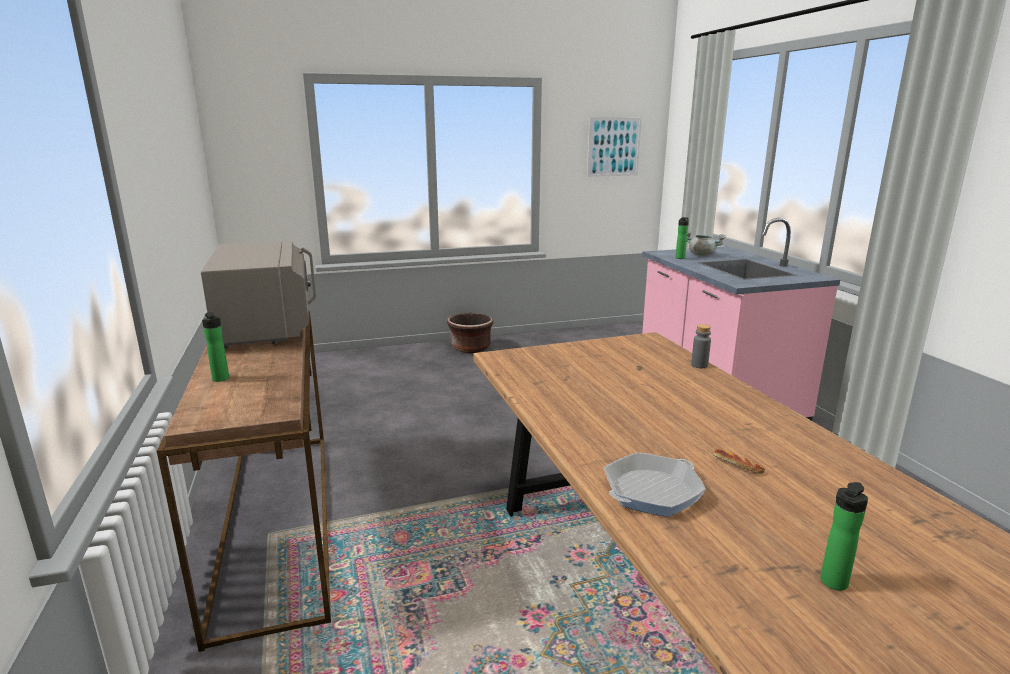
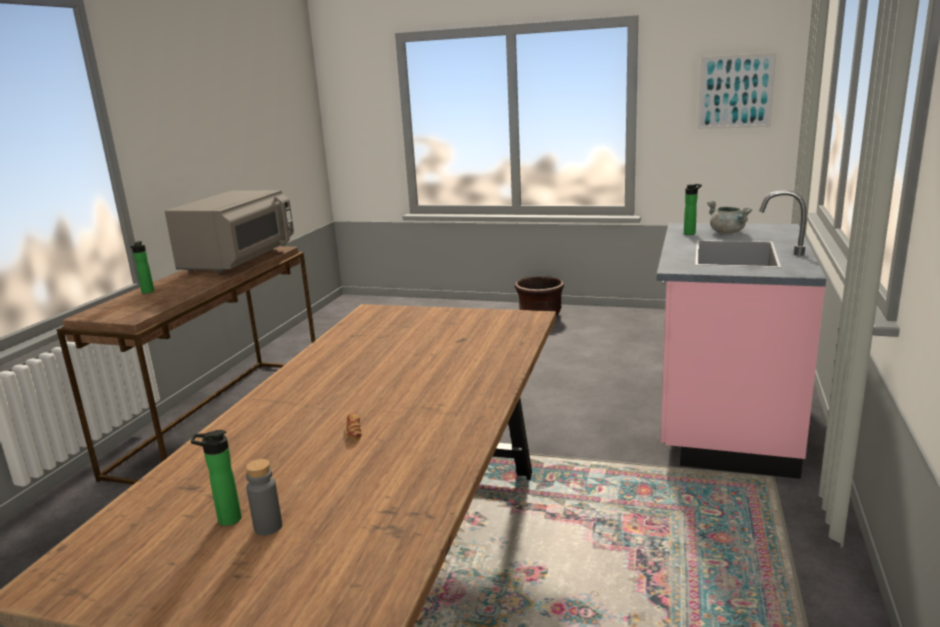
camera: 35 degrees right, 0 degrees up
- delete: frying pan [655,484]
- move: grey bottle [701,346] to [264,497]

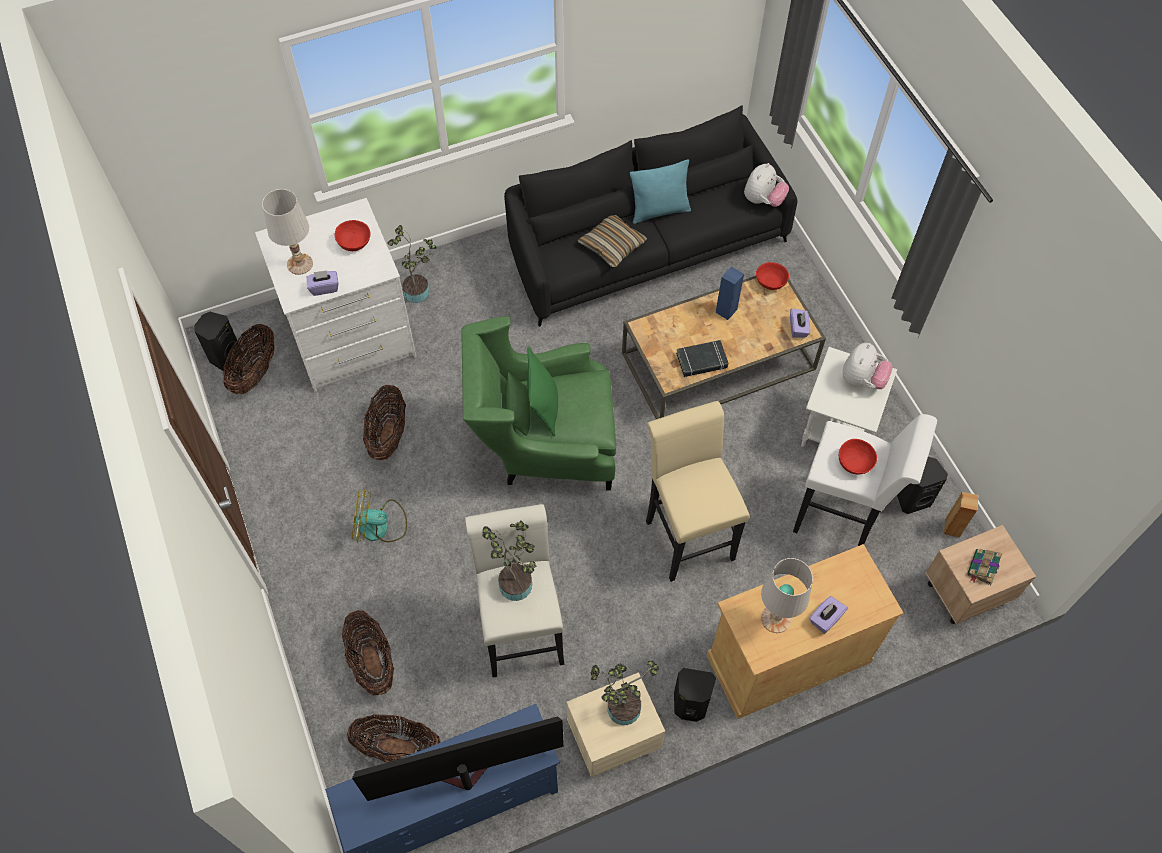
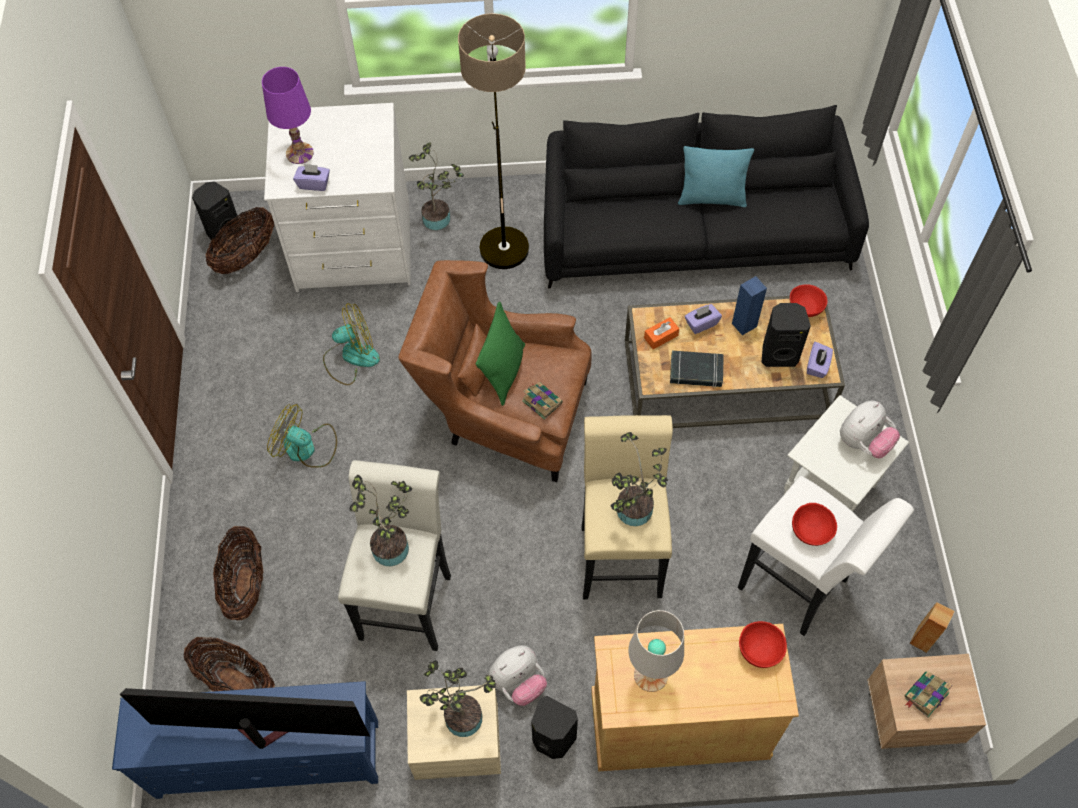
camera: 20 degrees right, 0 degrees up
- delete: pillow [612,241]
- insert: floor lamp [493,141]
- insert: book [542,401]
- insert: potted plant [639,479]
- insert: orange tissue box [661,333]
- move: red bowl [352,235] to [763,644]
- move: plush toy [766,185] to [518,675]
- move: purple tissue box [828,615] to [703,319]
- move: black speaker [922,485] to [786,335]
- replace: basket [384,422] to fan [351,344]
- recolor: white table lamp [287,232] to purple table lamp [288,115]
- recolor: green armchair [538,403] to brown armchair [495,371]

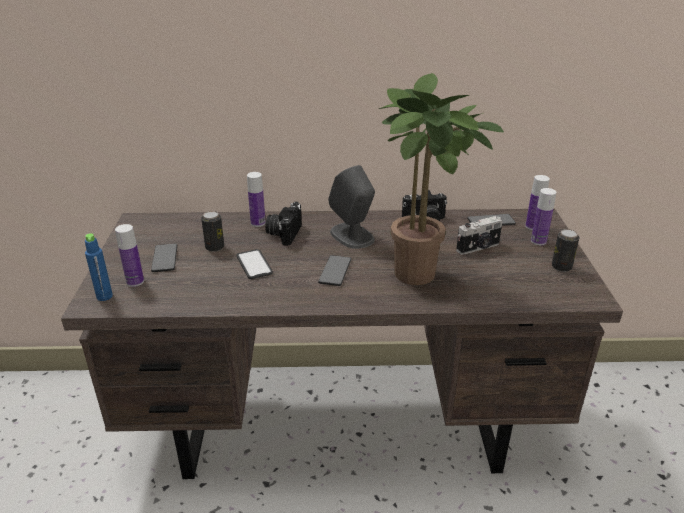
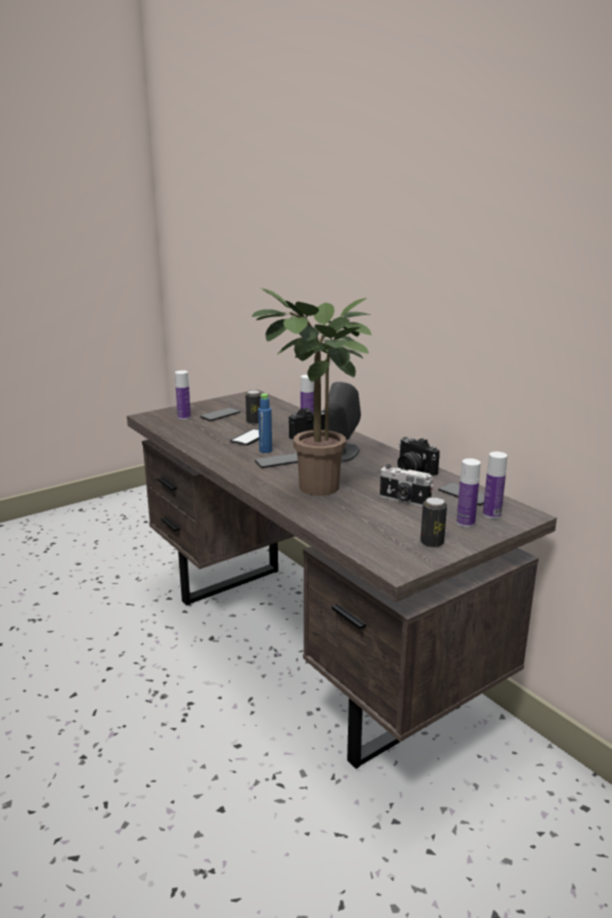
camera: 55 degrees right, 10 degrees down
- move: blue bottle [99,267] to [265,423]

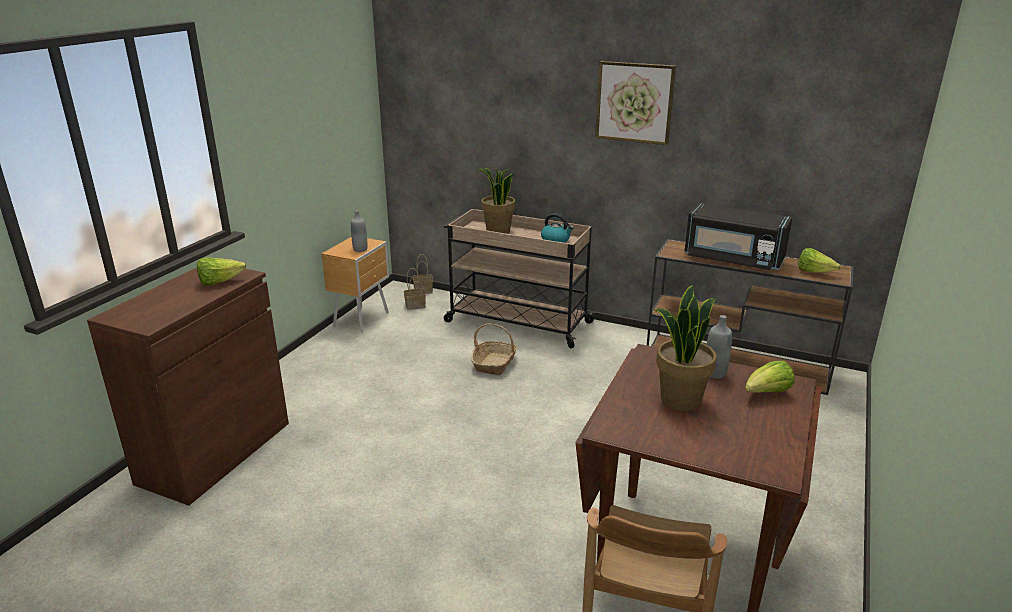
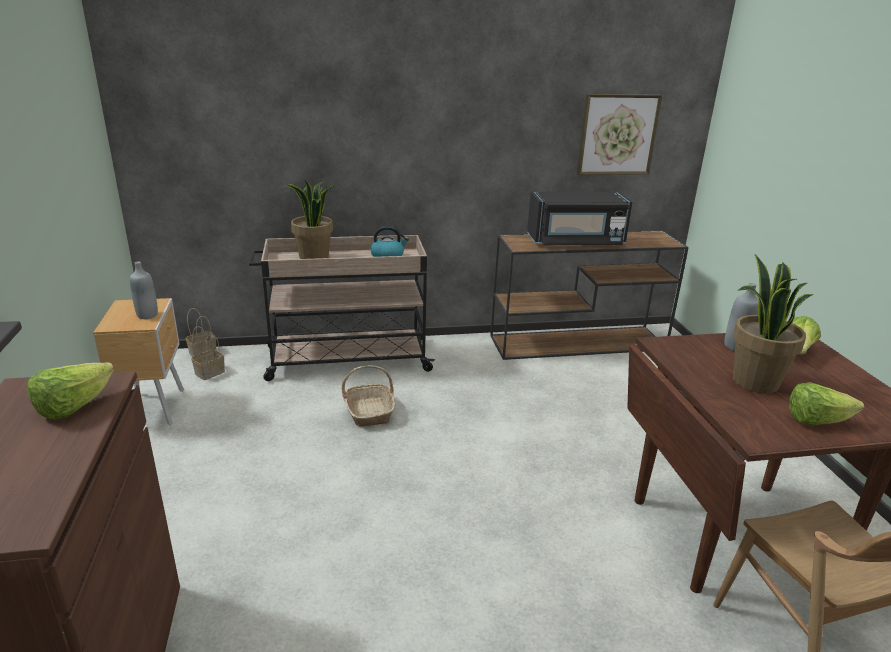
camera: 35 degrees left, 0 degrees up
- move: picture [635,103] to [619,134]
- move: lettuce [819,260] to [826,403]

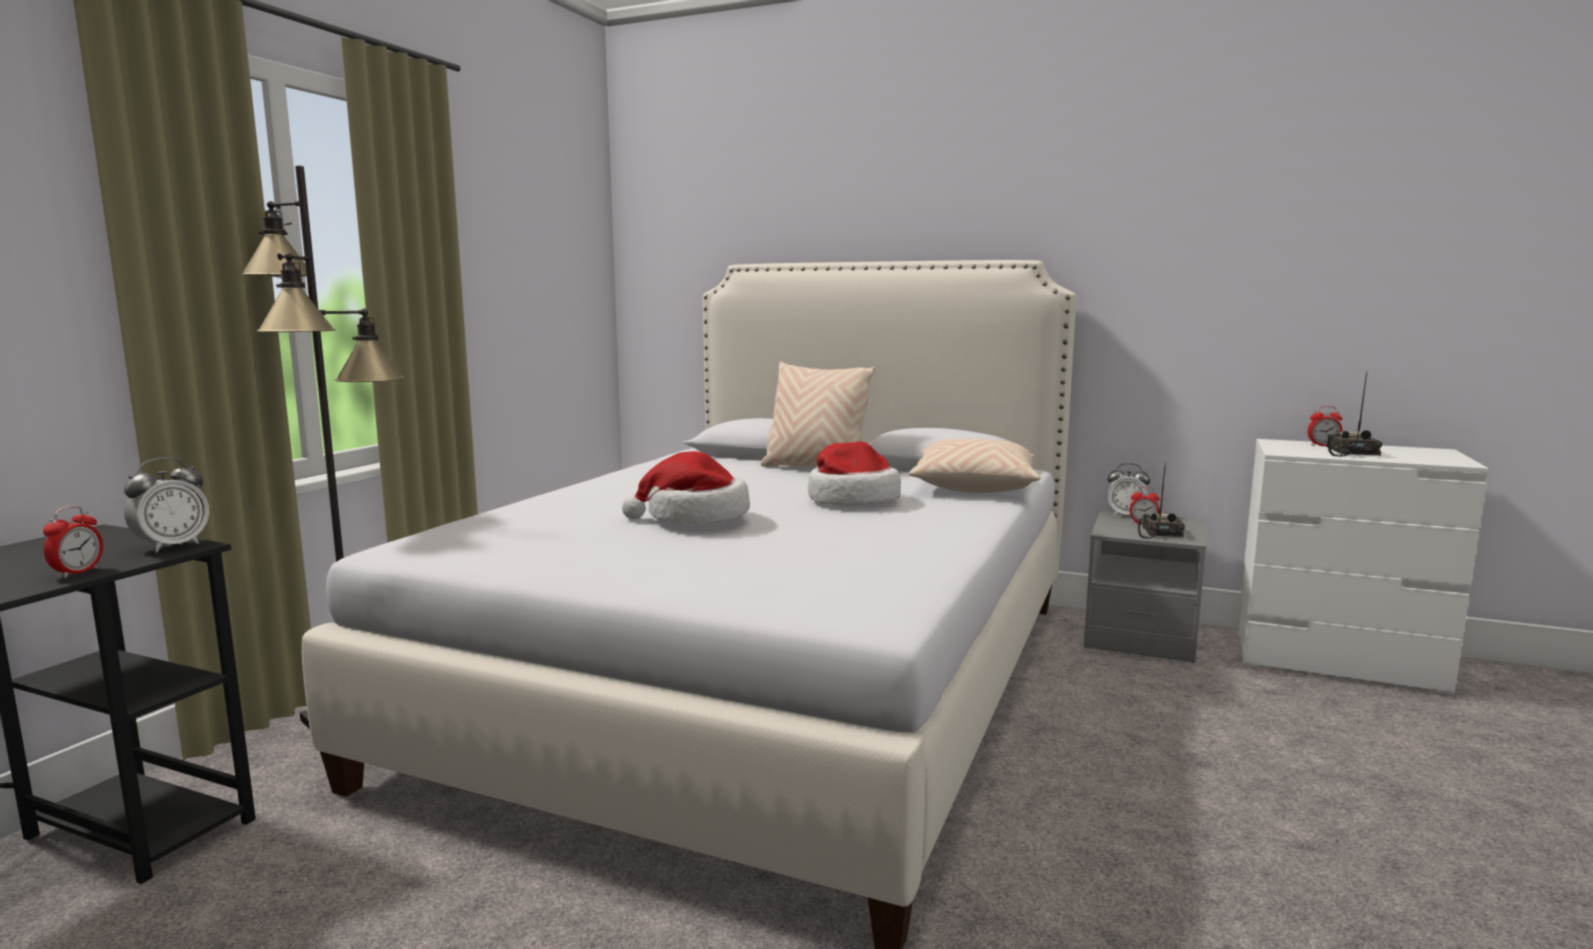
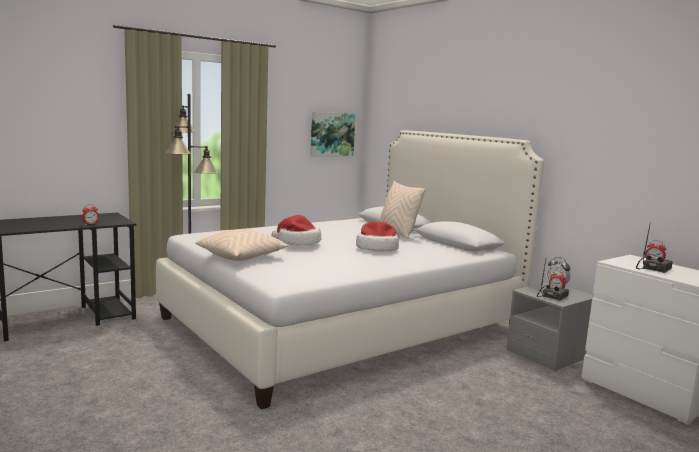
camera: 30 degrees right, 0 degrees up
- delete: alarm clock [166,504]
- insert: picture [332,134]
- move: beige pillow [975,466] to [242,245]

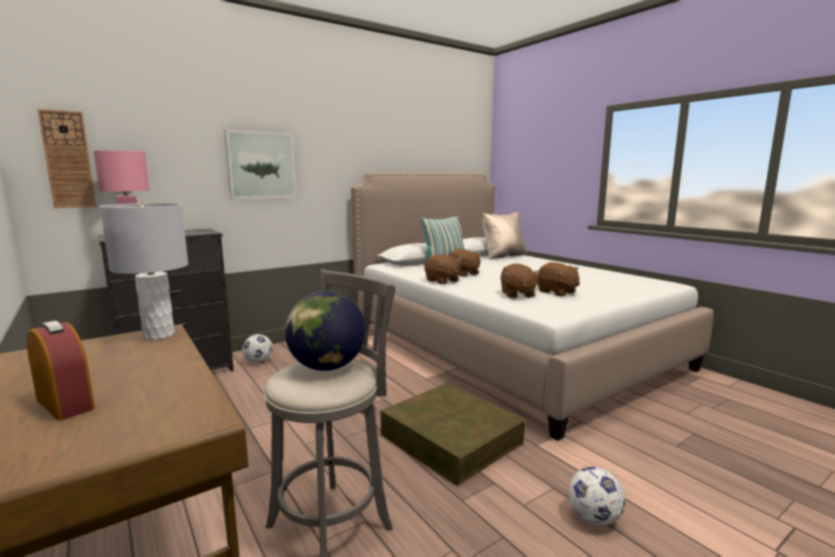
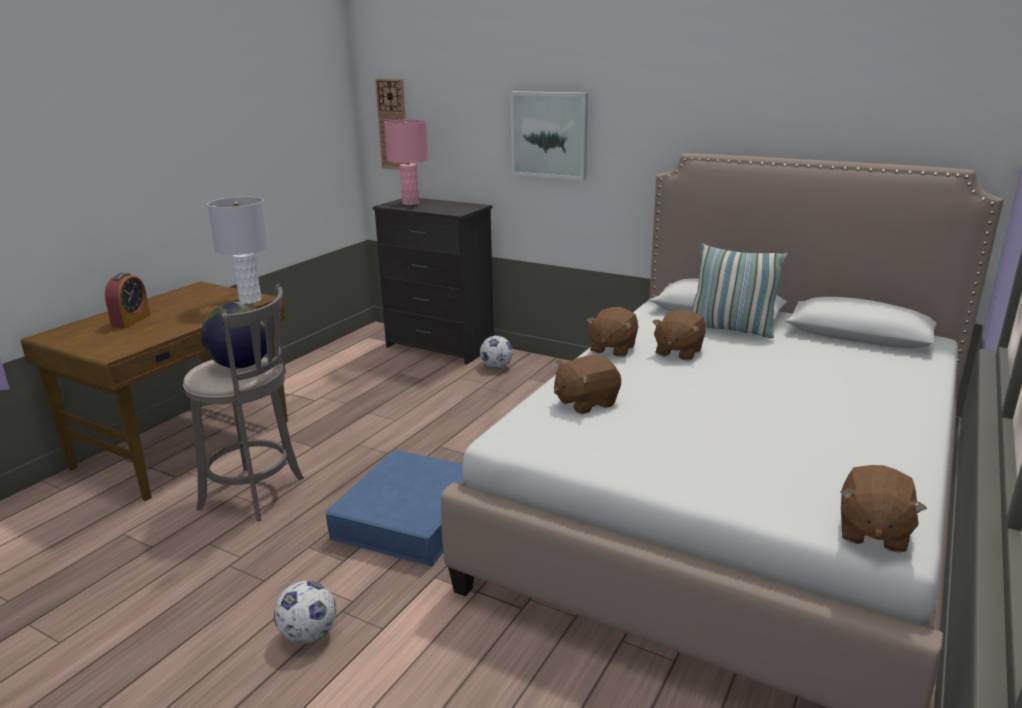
camera: 65 degrees right, 10 degrees up
- delete: beige pillow [505,236]
- move: brown plush toy [558,279] to [883,509]
- recolor: brown storage box [453,434] to blue storage box [395,508]

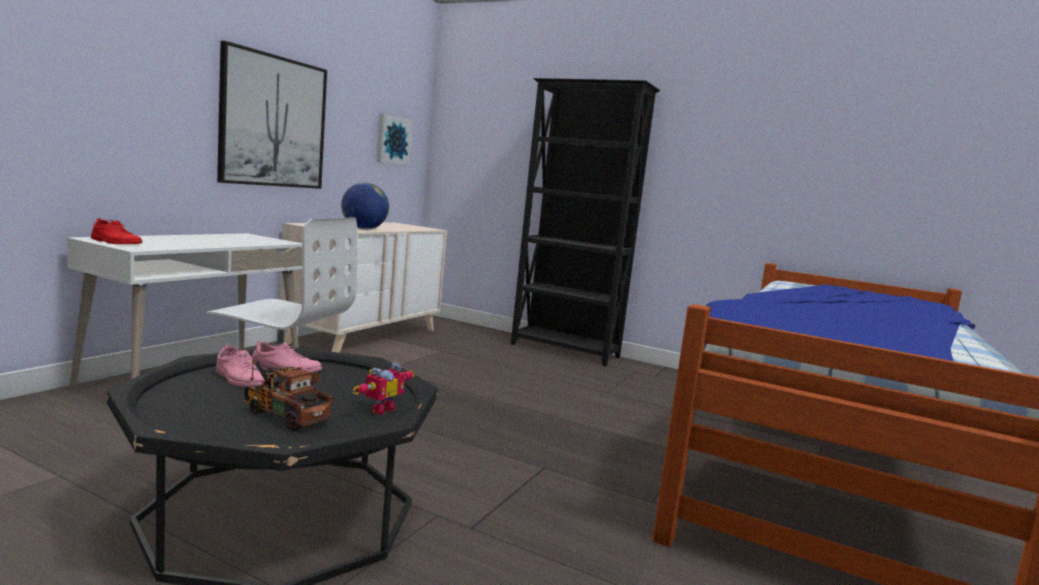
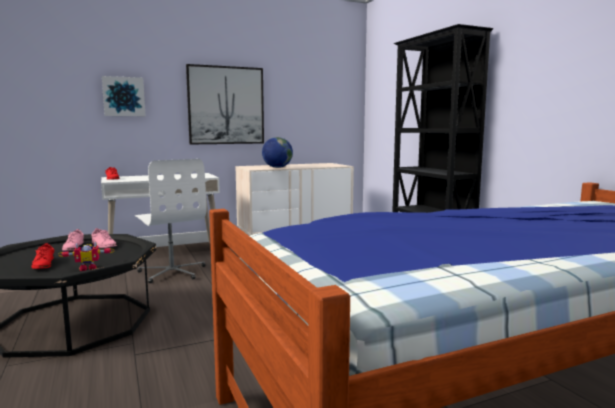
camera: 40 degrees right, 0 degrees up
- move: picture [394,139] to [123,96]
- replace: toy truck [289,395] to red shoe [43,256]

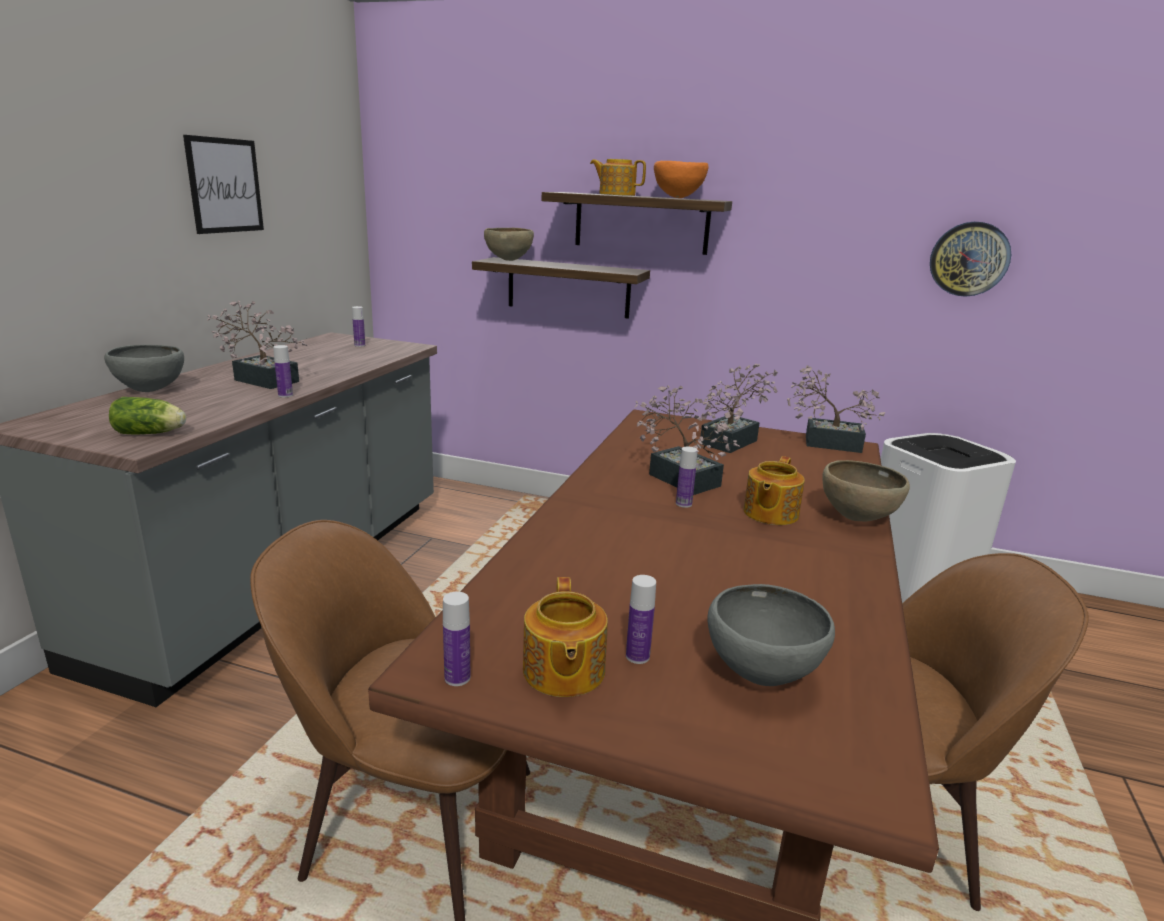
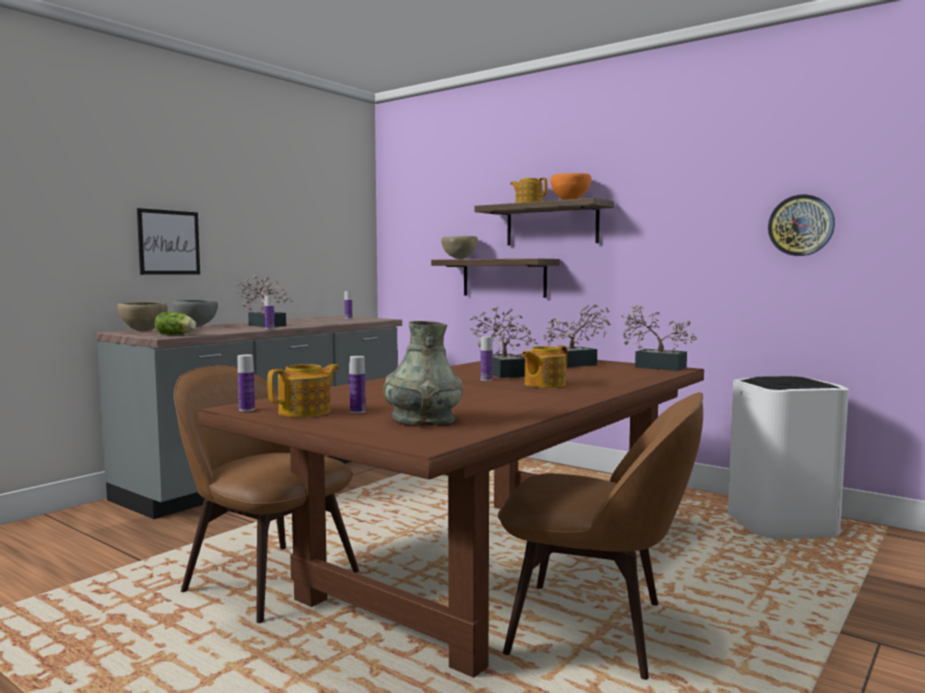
camera: 20 degrees right, 15 degrees down
- move: picture [223,184] to [168,241]
- move: brown bowl [866,490] to [142,317]
- replace: grey bowl [771,635] to grey vase [423,373]
- rotate: teapot [565,637] = [303,390] 150 degrees counterclockwise

